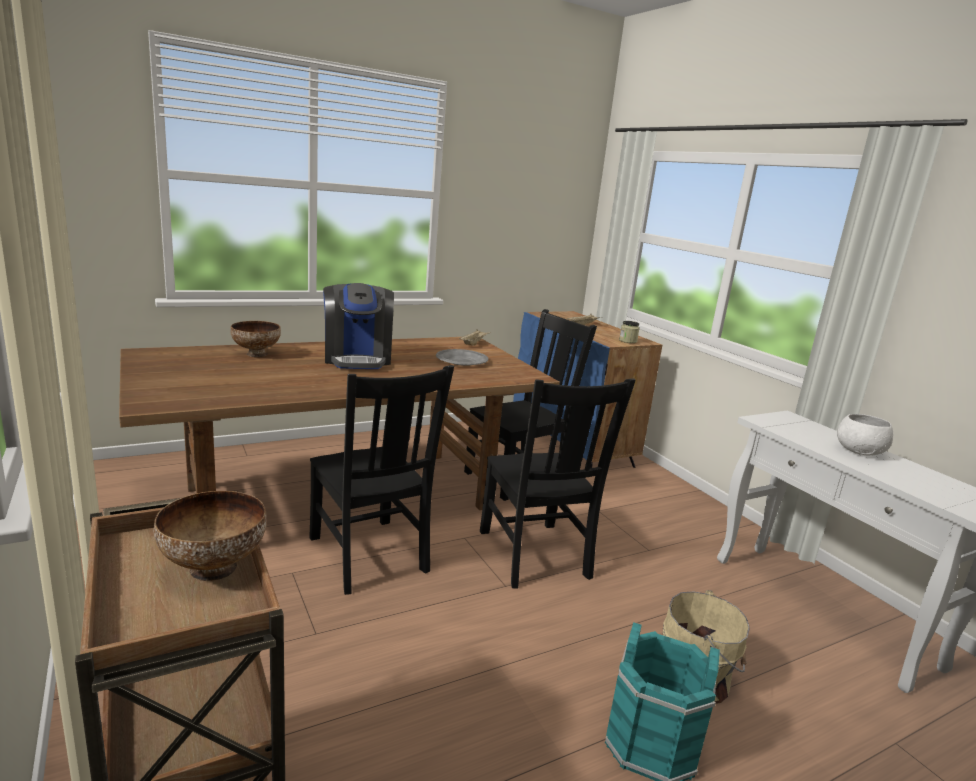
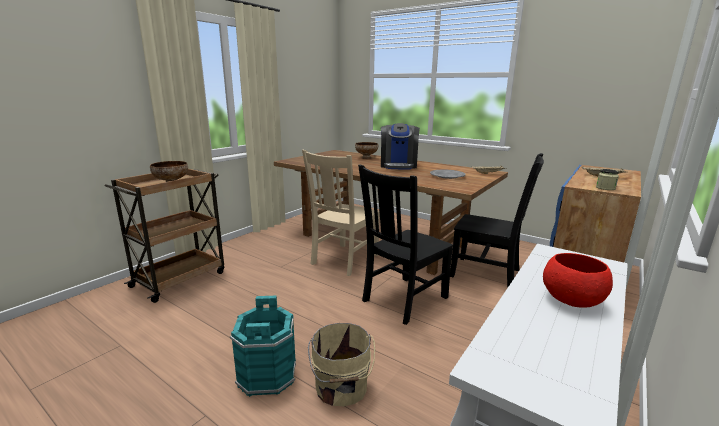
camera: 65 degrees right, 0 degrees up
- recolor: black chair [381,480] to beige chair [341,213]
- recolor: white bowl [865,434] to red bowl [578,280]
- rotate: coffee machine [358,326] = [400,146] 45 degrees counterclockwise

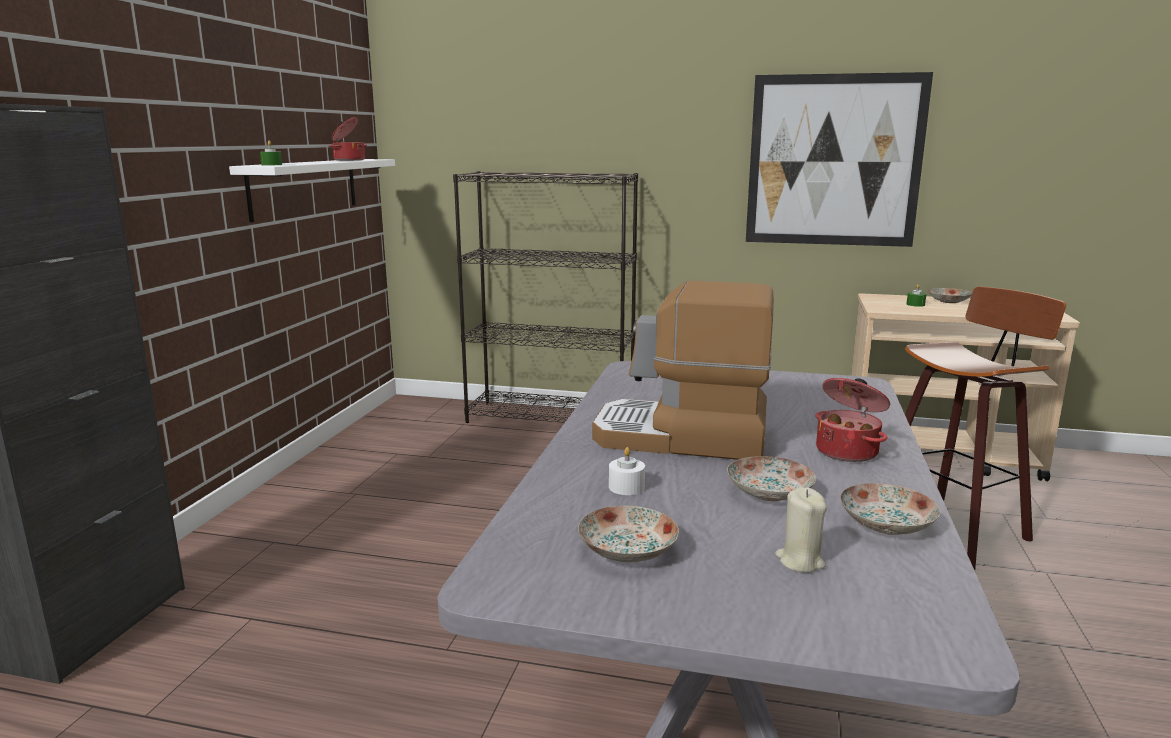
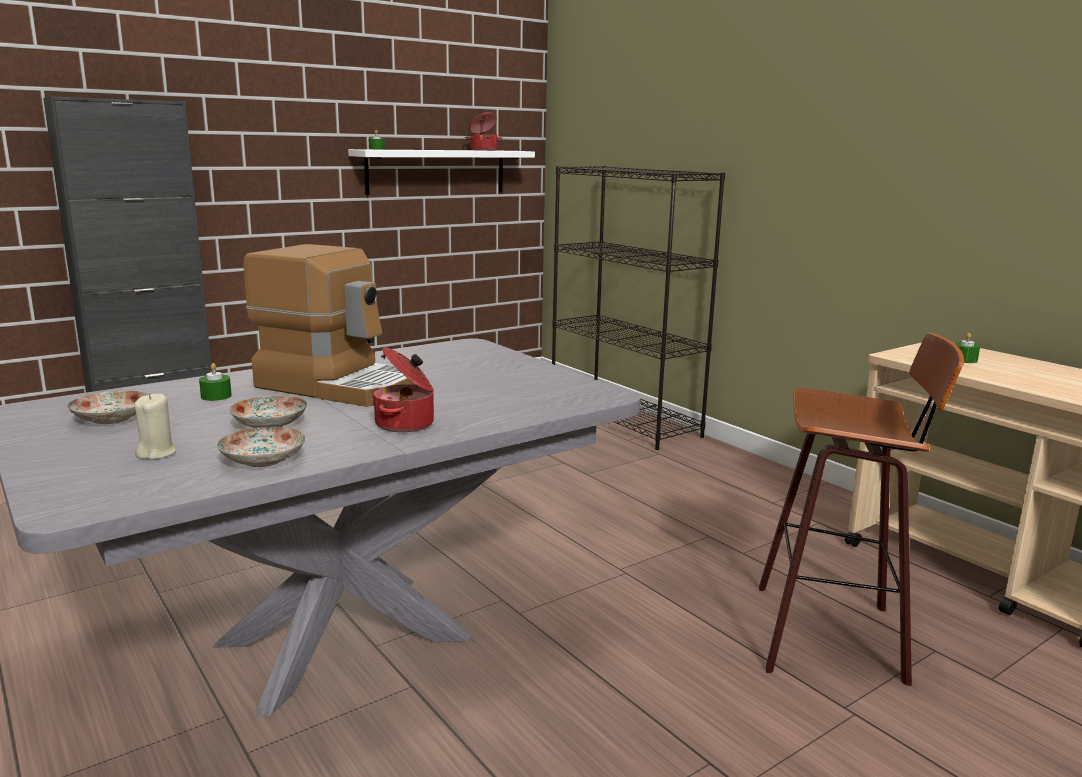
camera: 40 degrees right, 0 degrees up
- delete: picture [839,159]
- delete: plate [950,295]
- recolor: white candle [627,471] to green candle [215,382]
- rotate: coffee machine [683,370] = [330,325] 150 degrees clockwise

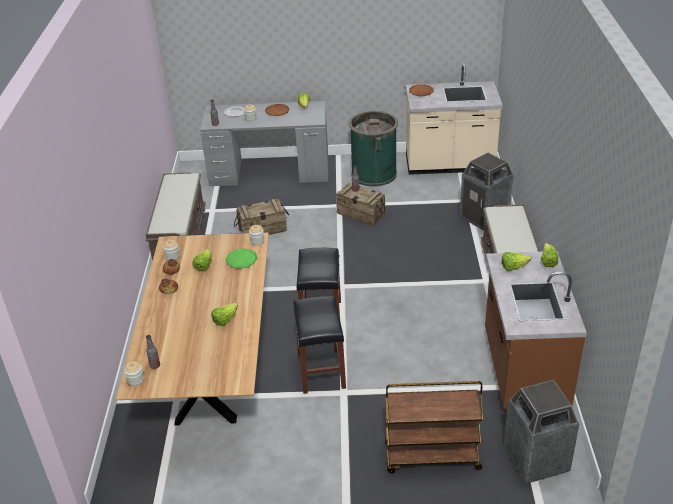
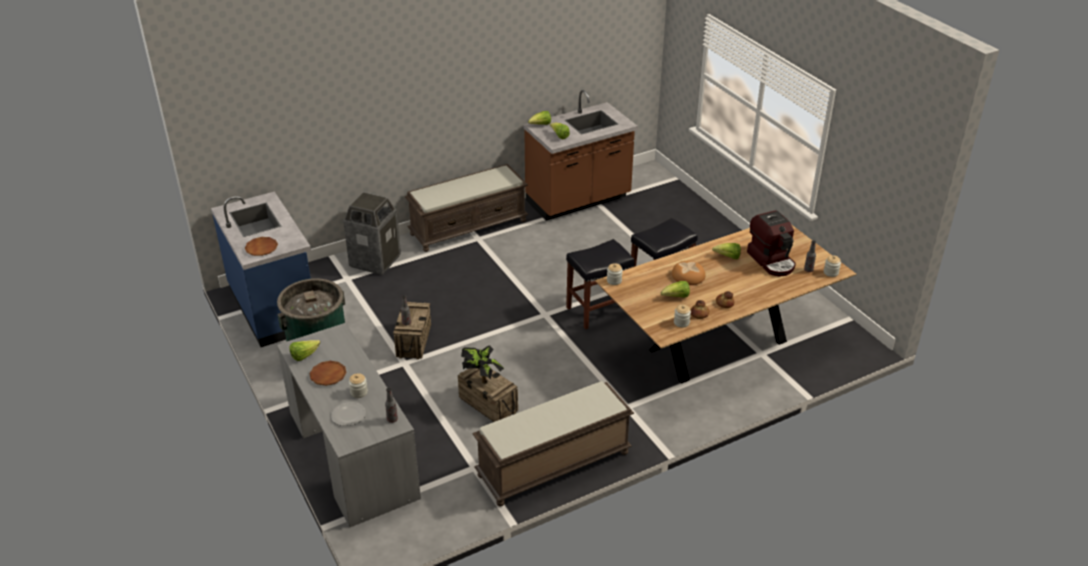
camera: 120 degrees left, 0 degrees up
- delete: green plate [241,258]
- delete: brown cart [434,427]
- delete: trash can [541,432]
- insert: potted plant [482,364]
- insert: bread [688,273]
- insert: coffee machine [771,243]
- recolor: beige counter [454,119] to blue counter [261,269]

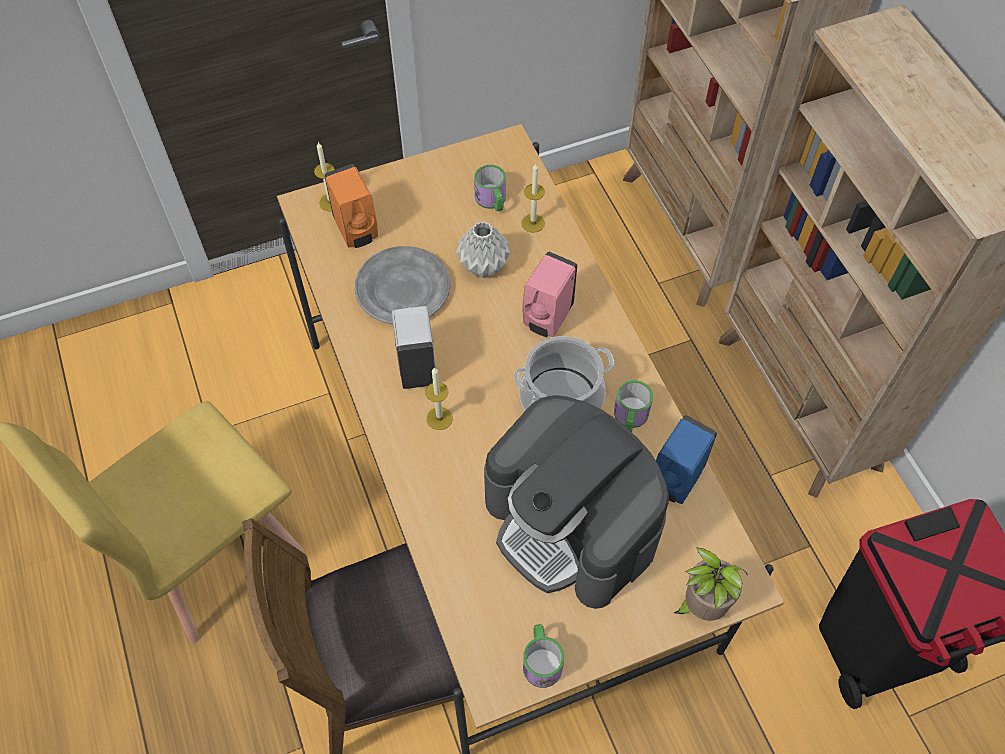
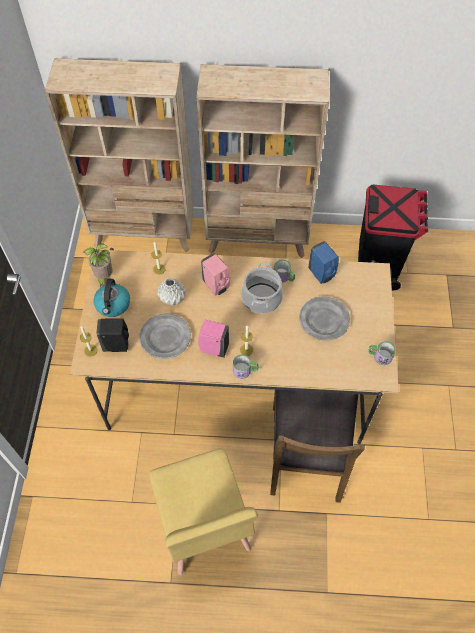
camera: 65 degrees left, 0 degrees up
- insert: kettle [112,298]
- move: mug [490,188] to [245,366]
- move: potted plant [711,584] to [98,265]
- replace: coffee machine [576,502] to grey plate [324,319]
- recolor: orange soap dispenser [351,206] to black soap dispenser [112,335]
- recolor: white soap dispenser [414,347] to pink soap dispenser [213,339]

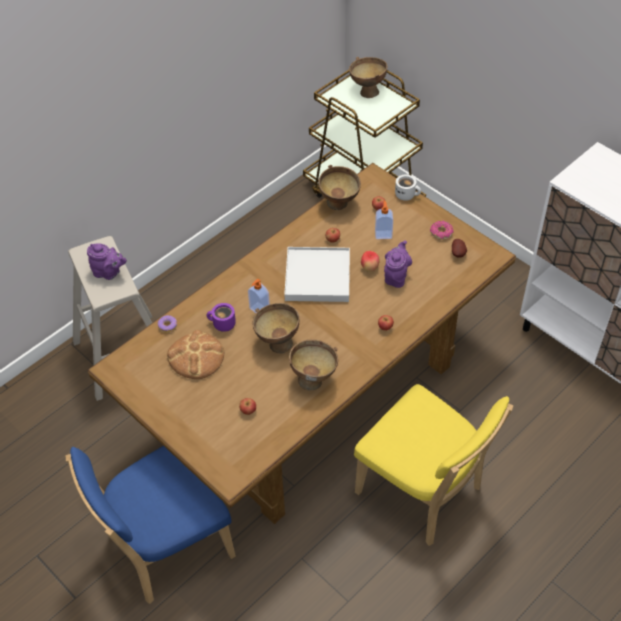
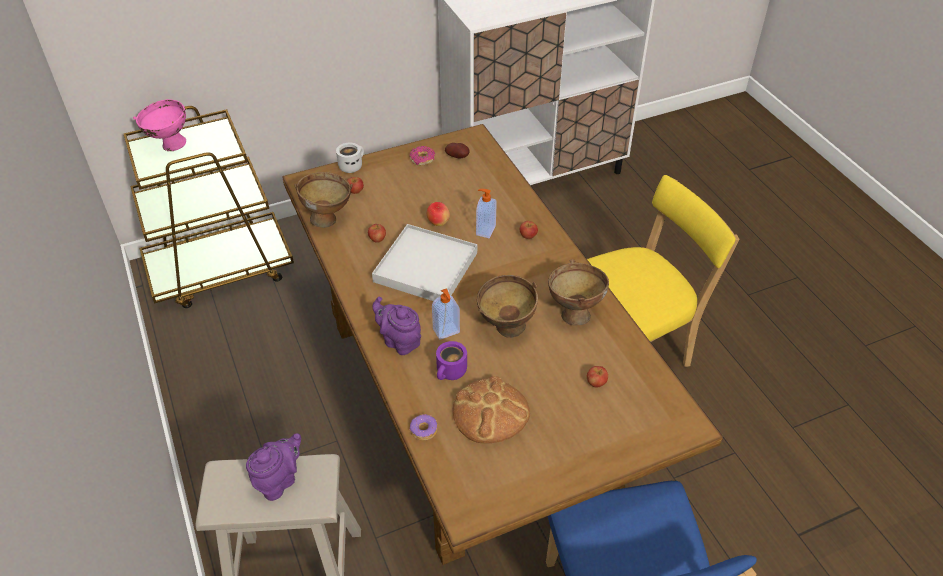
camera: 70 degrees left, 5 degrees down
- move: soap dispenser [384,220] to [486,213]
- move: purple teapot [398,264] to [396,326]
- recolor: brown bowl [368,77] to pink bowl [159,125]

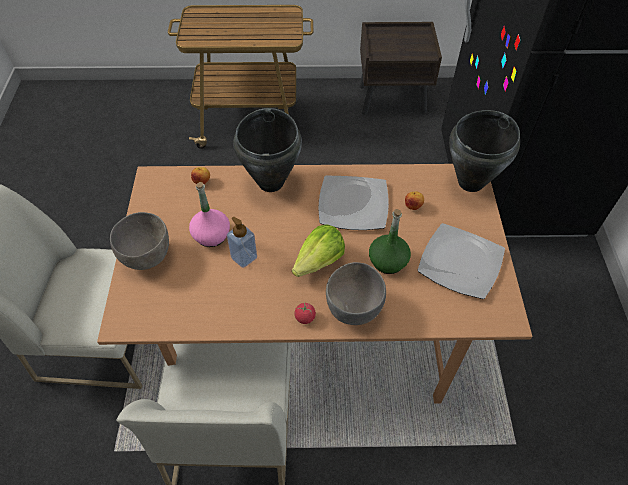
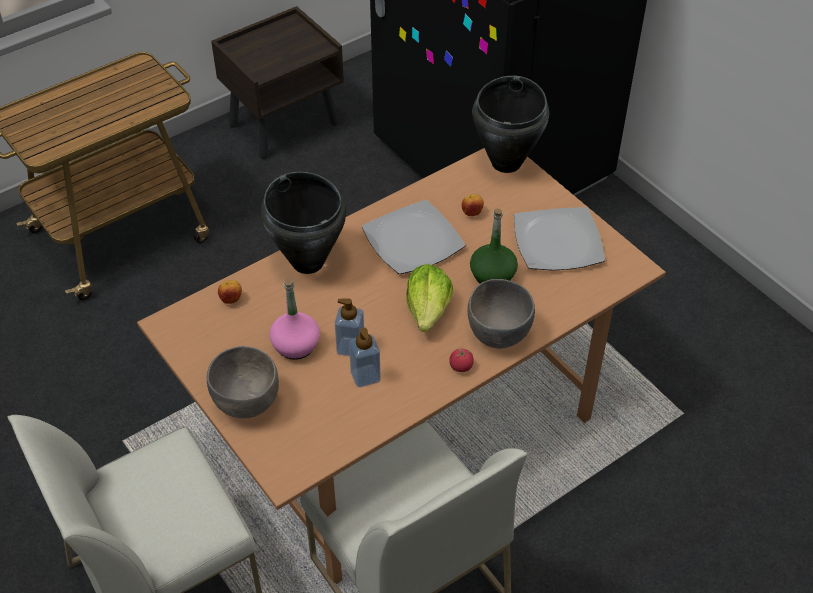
camera: 35 degrees left, 5 degrees down
- insert: soap dispenser [365,357]

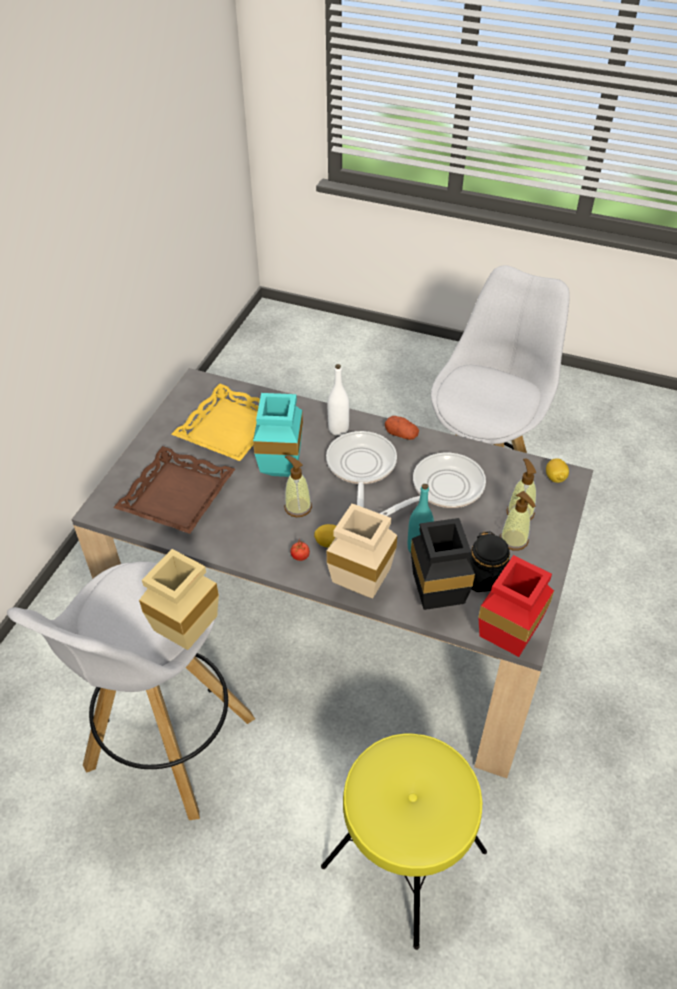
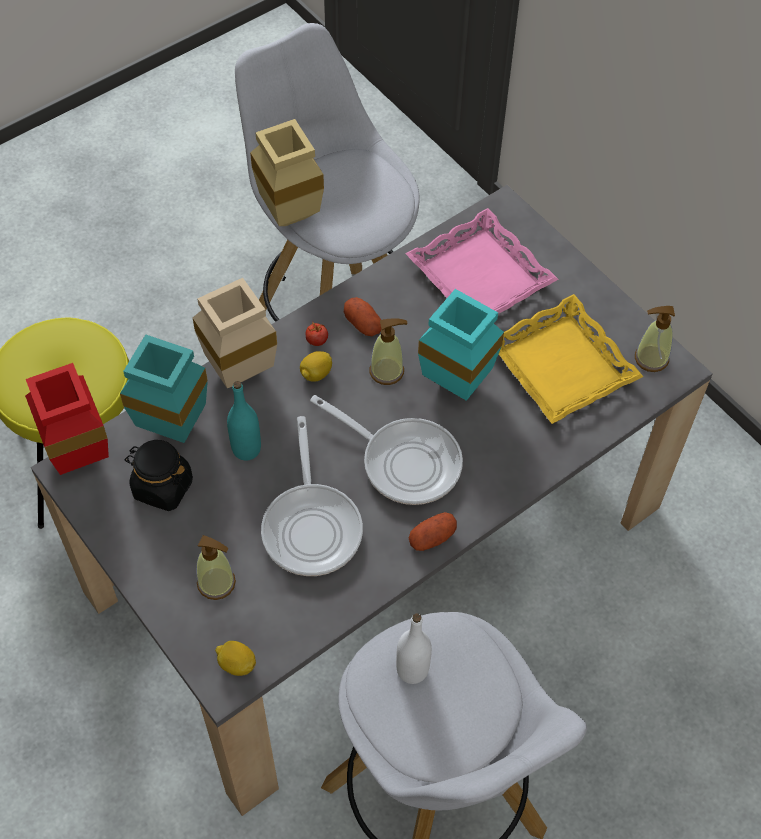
camera: 120 degrees right, 10 degrees up
- insert: potato [362,316]
- move: white bottle [338,400] to [414,648]
- move: soap dispenser [518,521] to [655,339]
- recolor: brown tray [174,490] to pink tray [481,261]
- recolor: black vase [443,564] to turquoise vase [164,388]

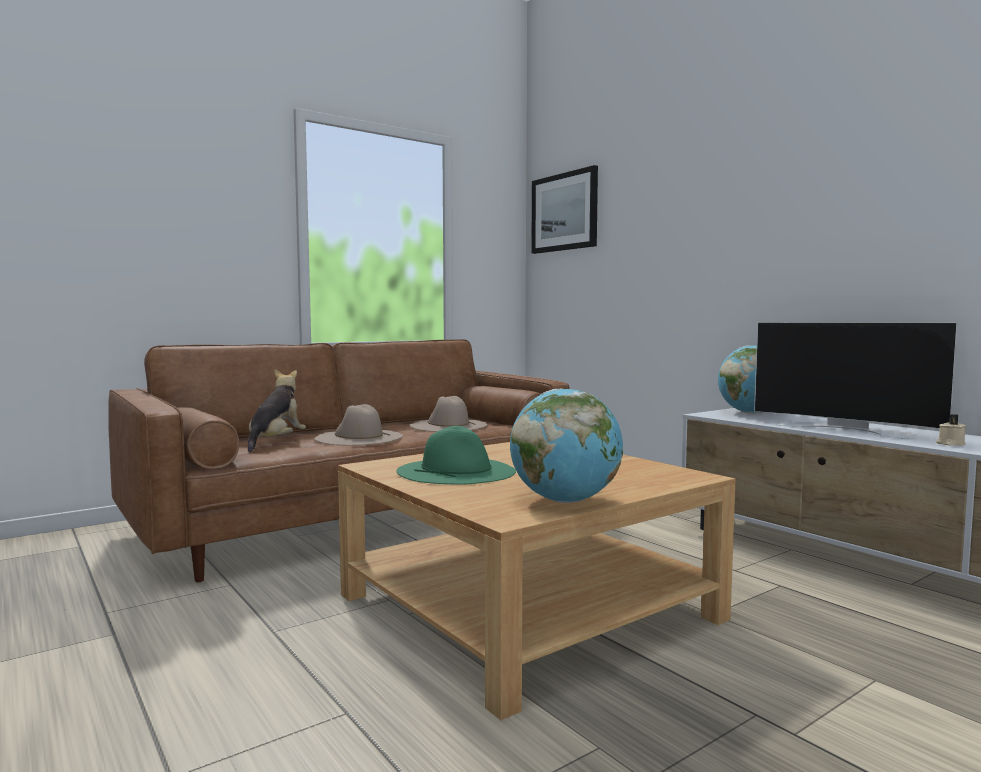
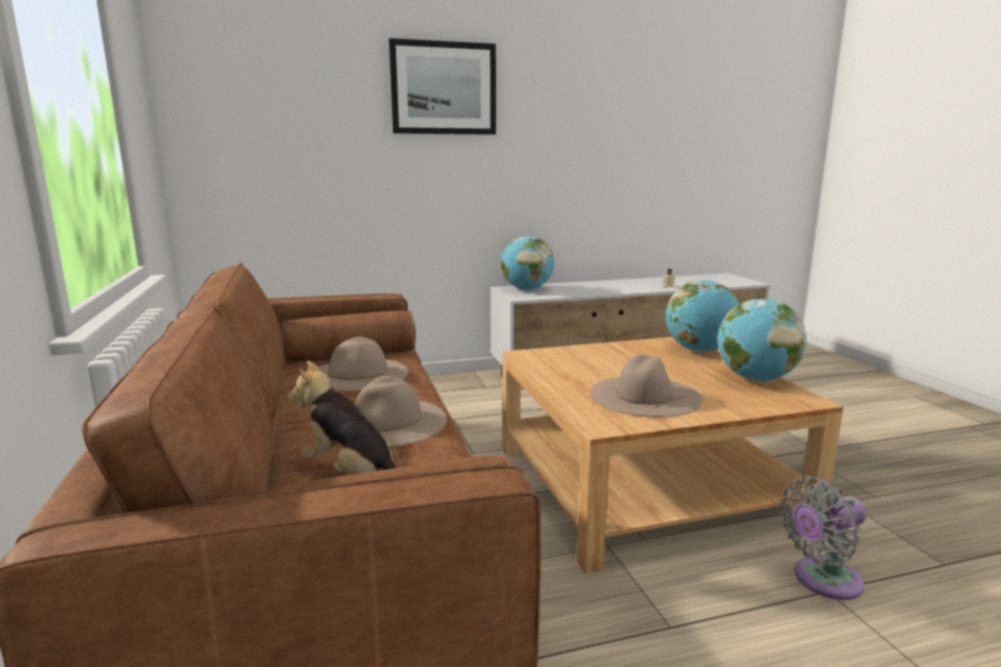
camera: 70 degrees left, 10 degrees up
- delete: television [855,380]
- insert: globe [702,316]
- insert: grey fan [823,538]
- move: picture [564,209] to [442,86]
- recolor: green hat [456,455] to beige hat [647,386]

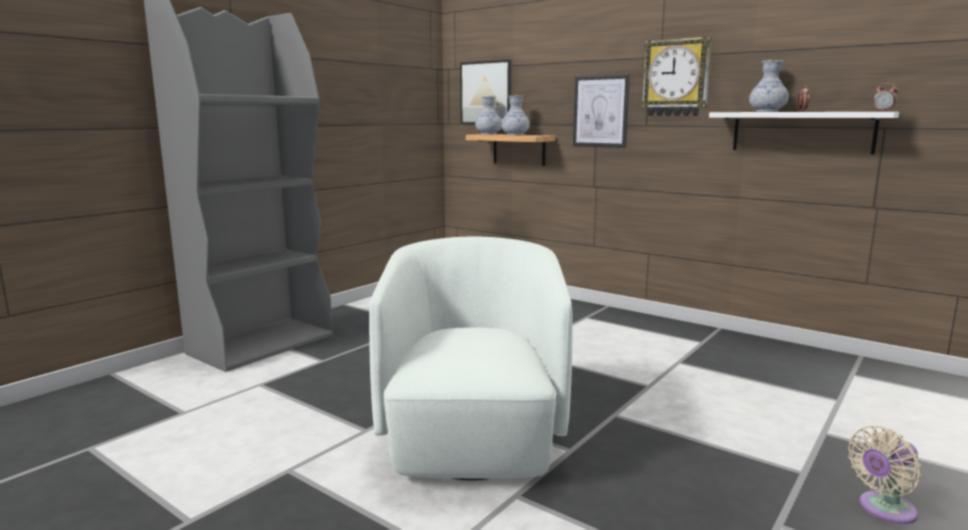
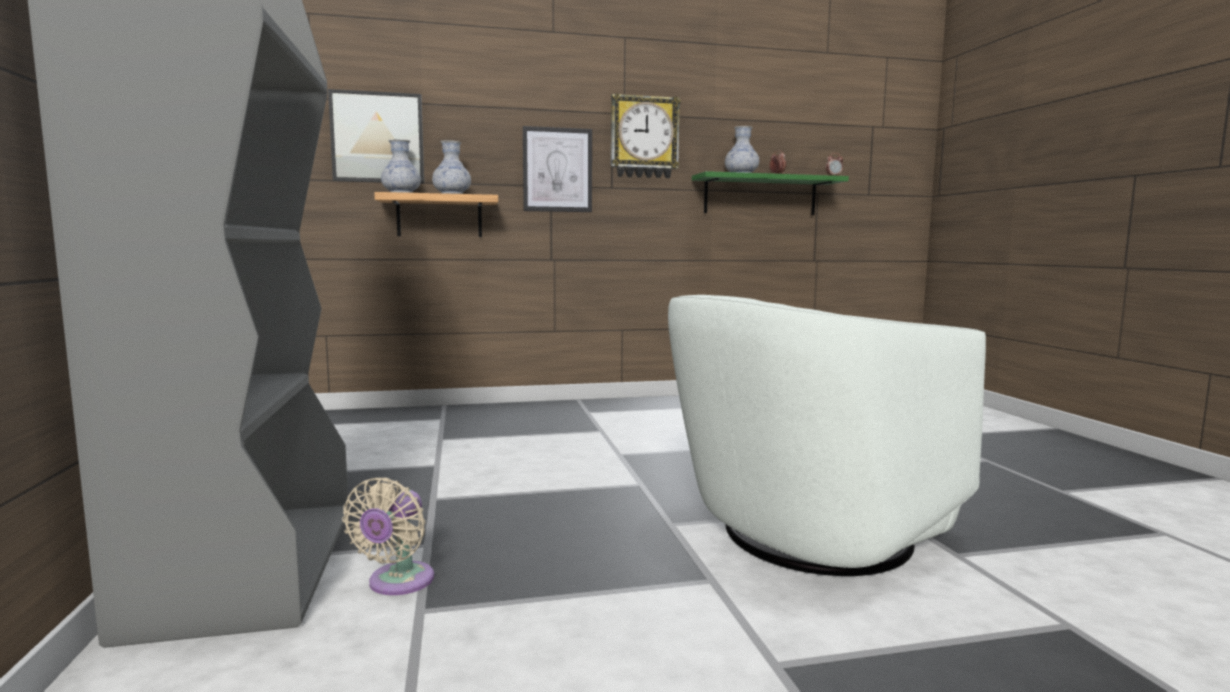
camera: 50 degrees left, 5 degrees down
- move: beige fan [884,475] to [388,536]
- recolor: white shelf [804,133] to green shelf [770,193]
- rotate: white armchair [471,358] = [827,435] 75 degrees counterclockwise

